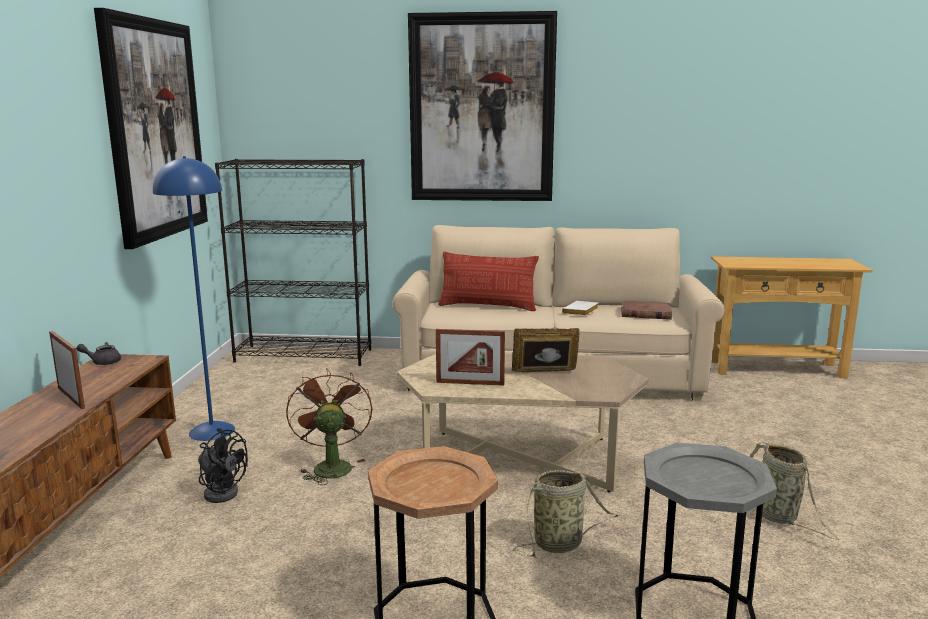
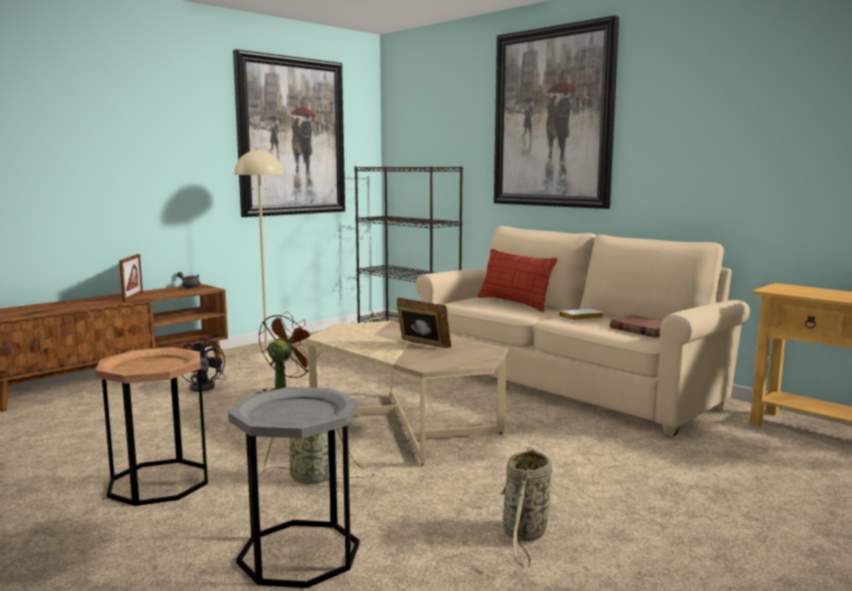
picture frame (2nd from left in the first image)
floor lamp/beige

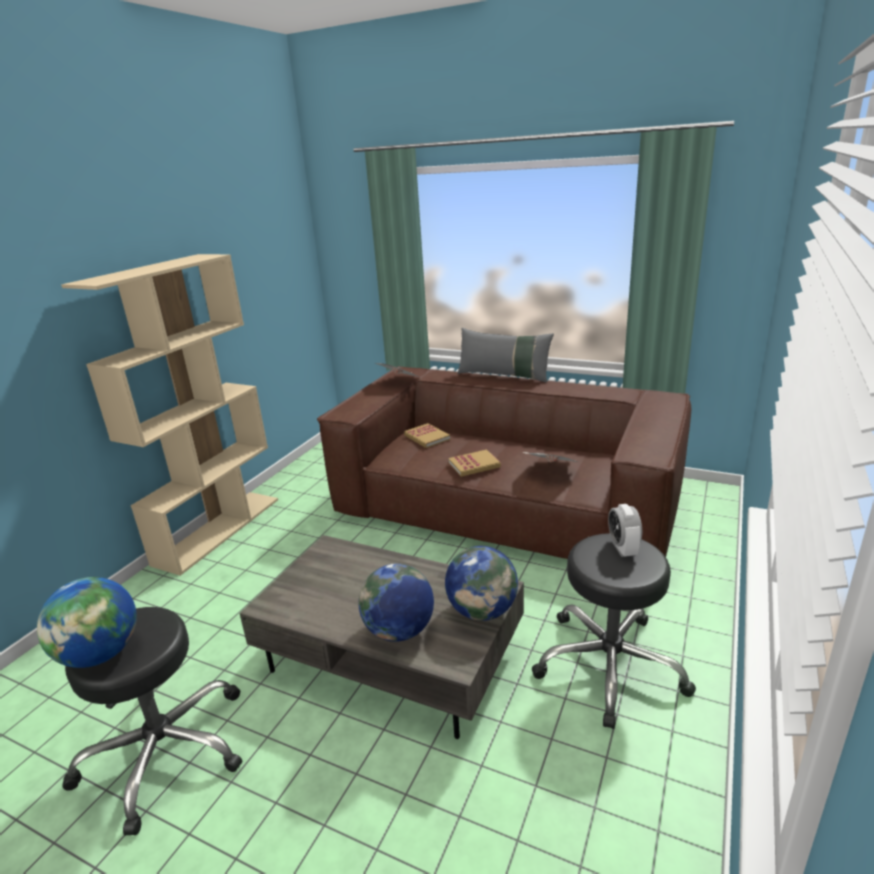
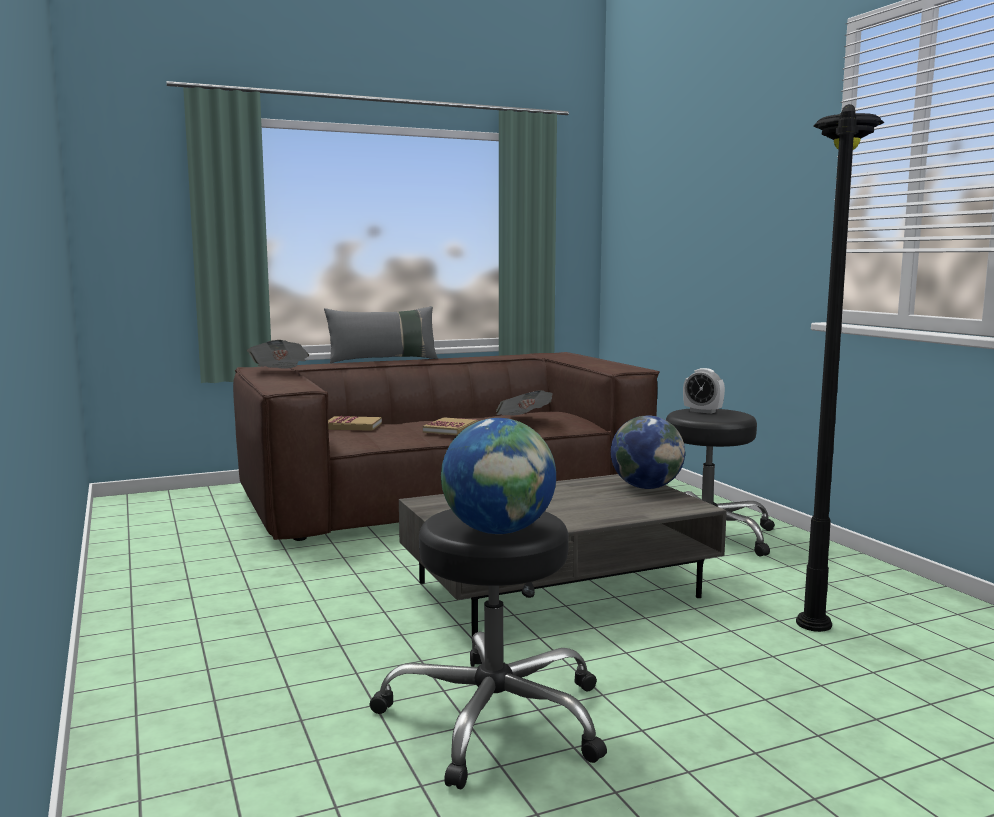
bookcase/beige
globe (2nd from left in the first image)
floor lamp/black

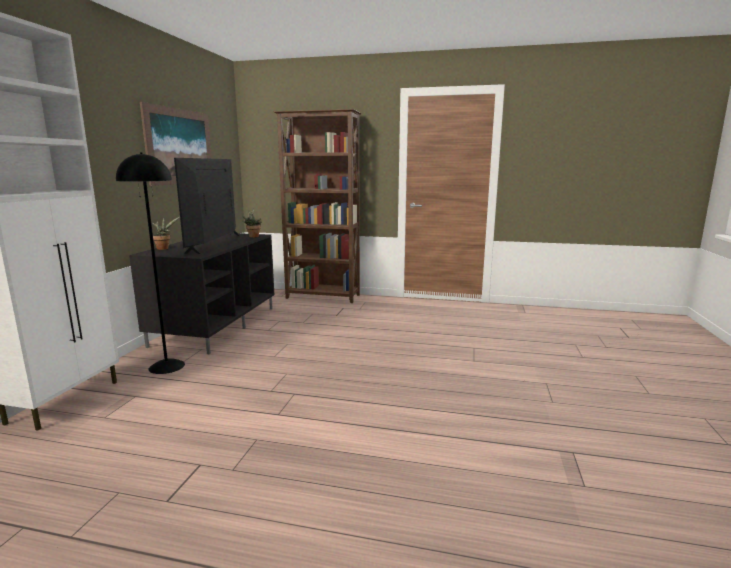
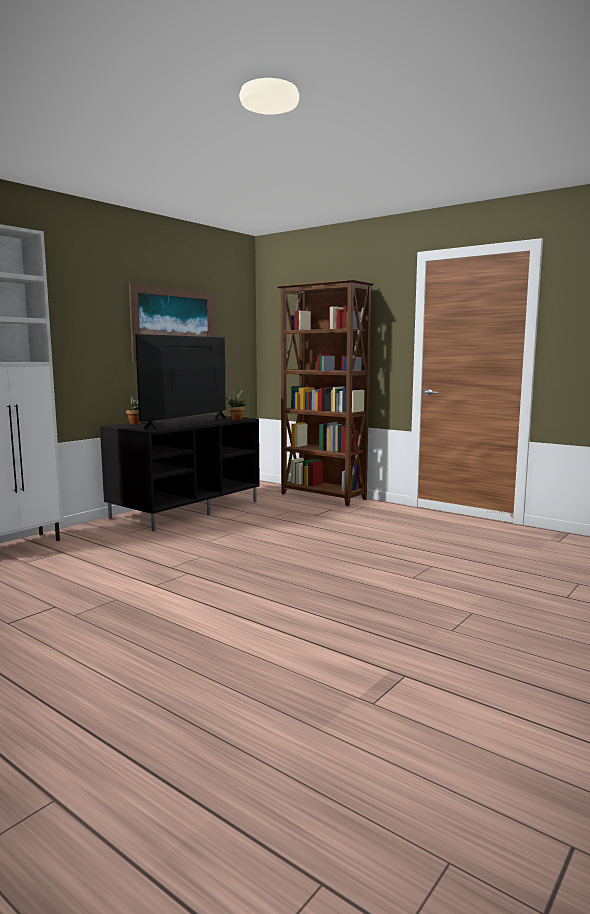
floor lamp/black

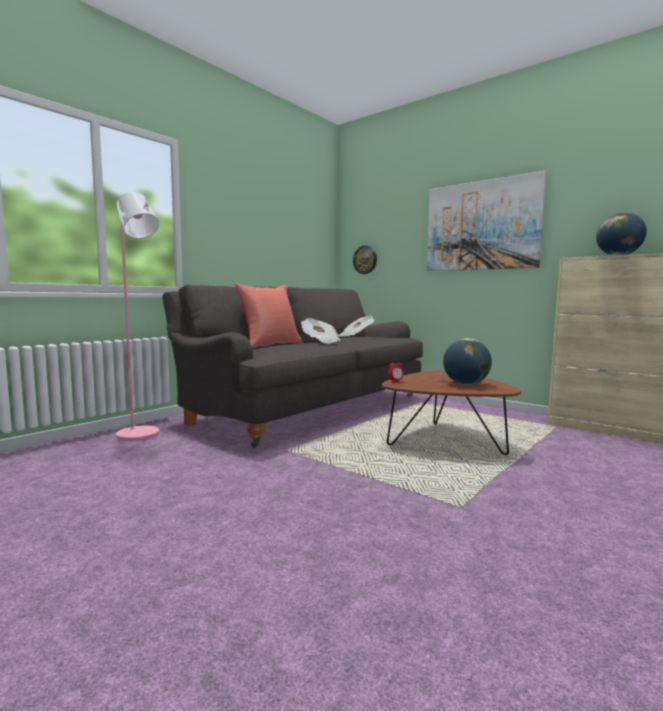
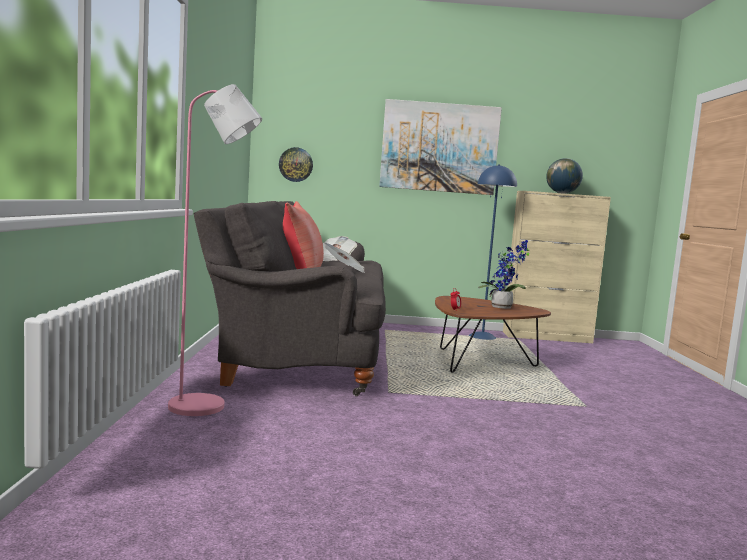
floor lamp/blue
potted plant

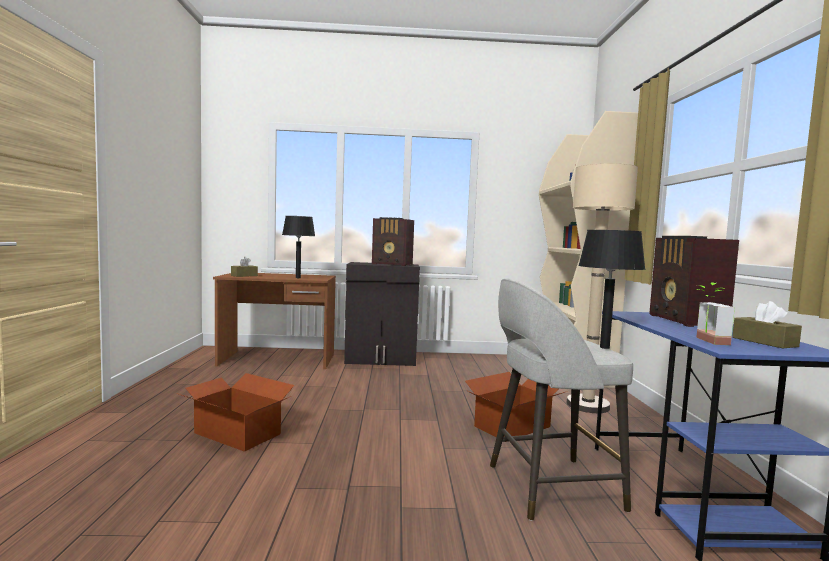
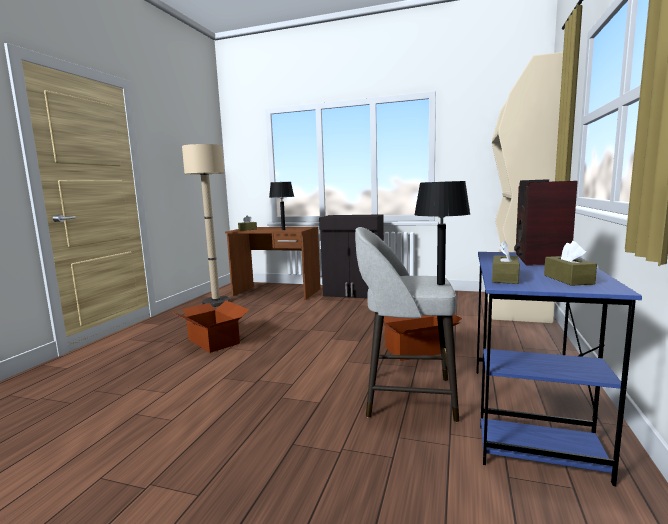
radio (1st from left in the first image)
floor lamp/beige
tissue box/brown (2nd from left)

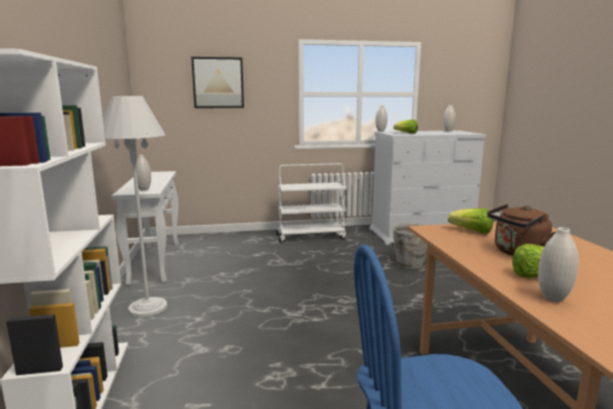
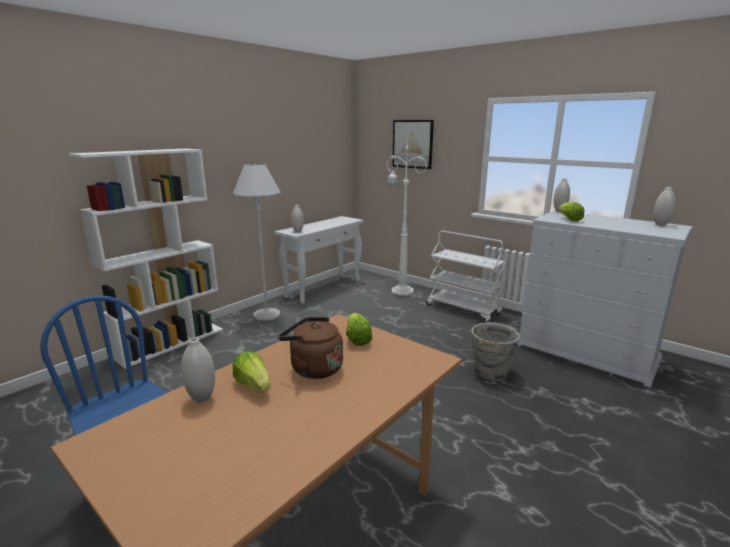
floor lamp/white (2nd from left)

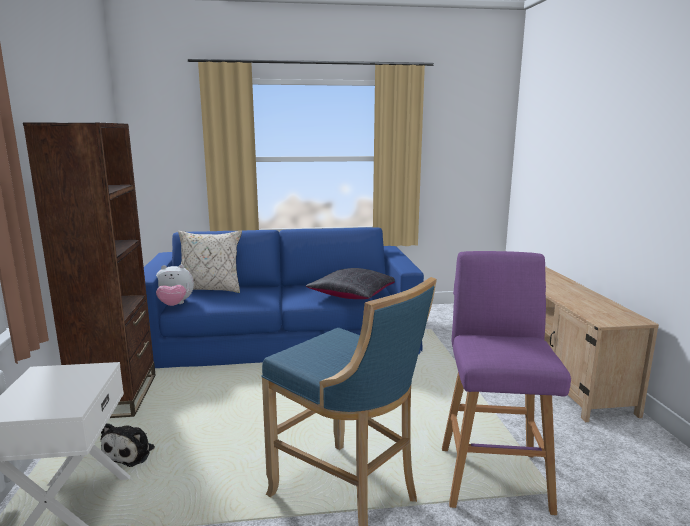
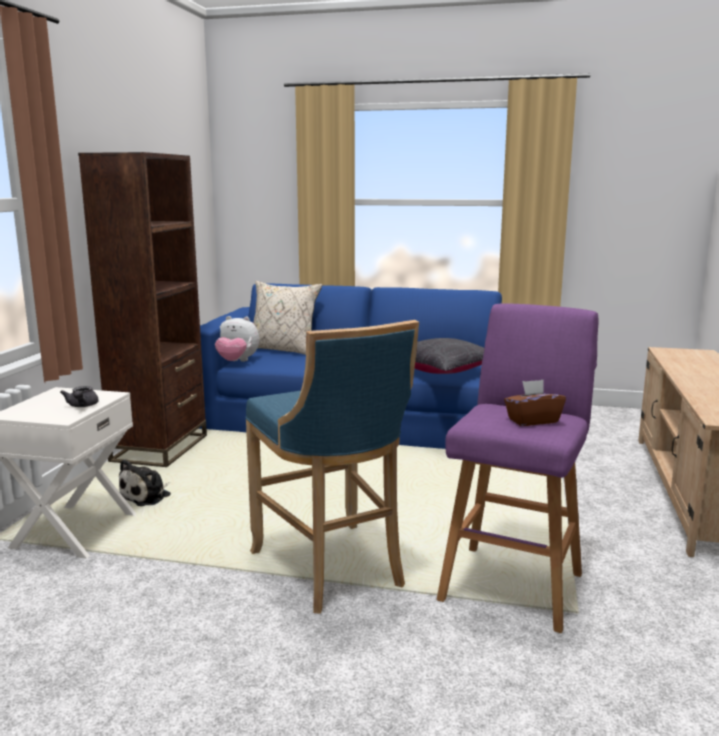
teapot/grey
tissue box/brown

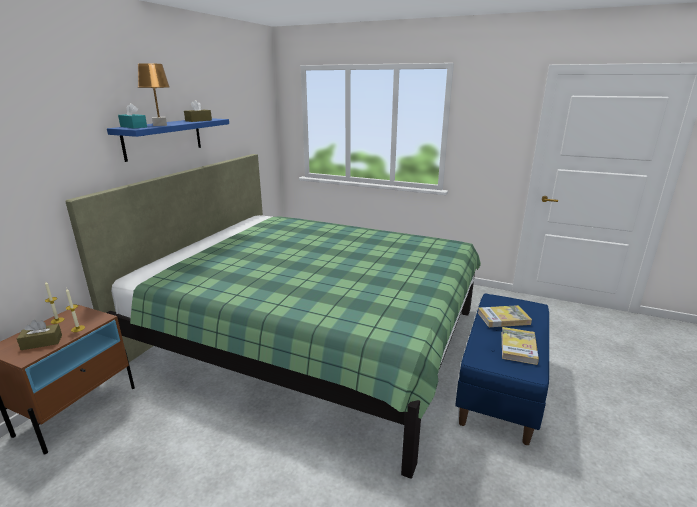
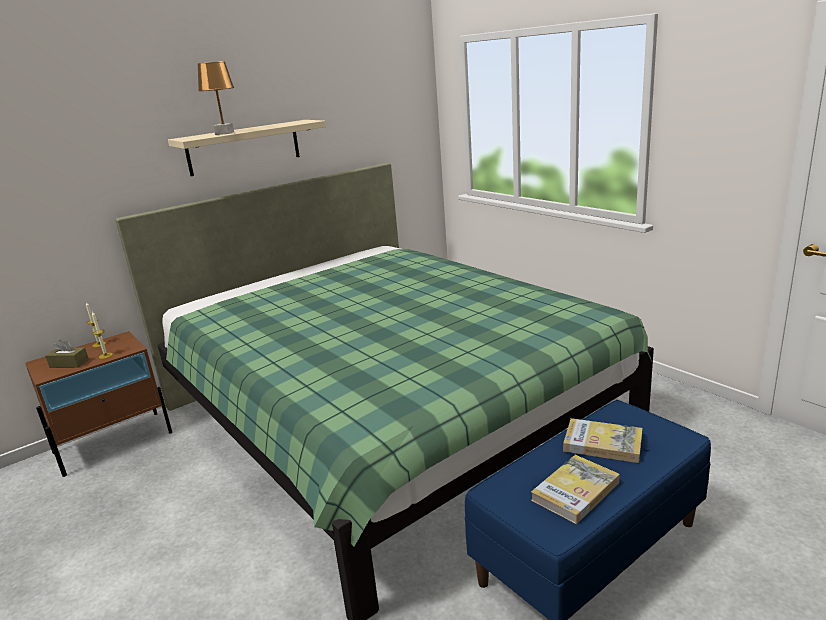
tissue box/turquoise
tissue box/brown (2nd from left in the first image)
shelf/beige

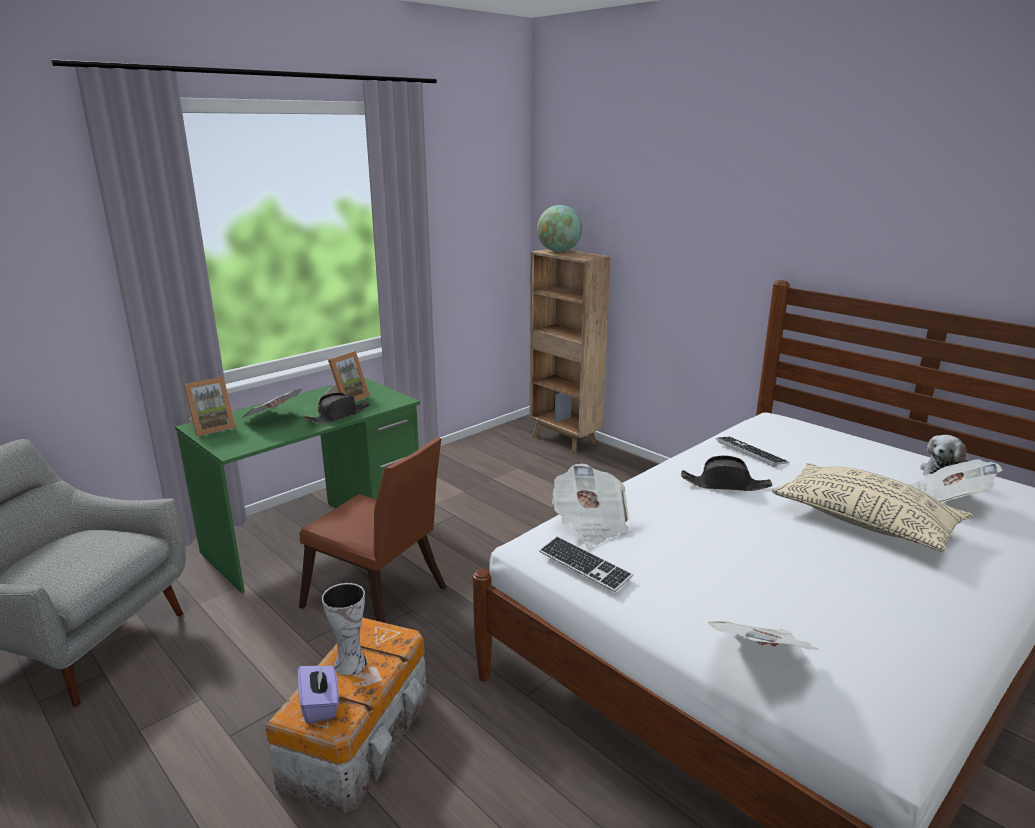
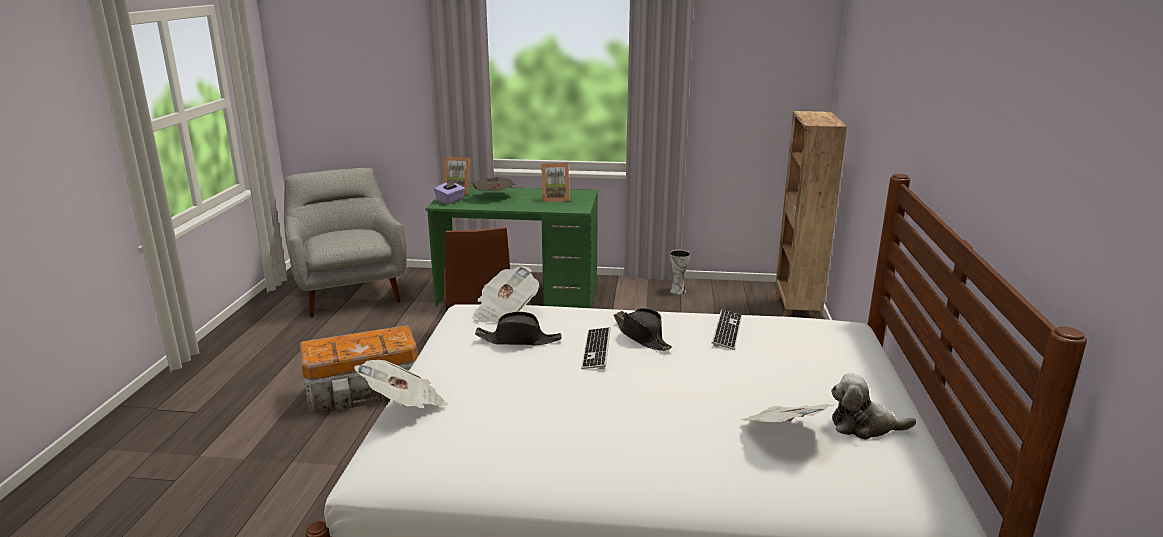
globe
pillow/beige
tissue box/purple
hat/black (1st from left)
vase
keyboard (1st from left)

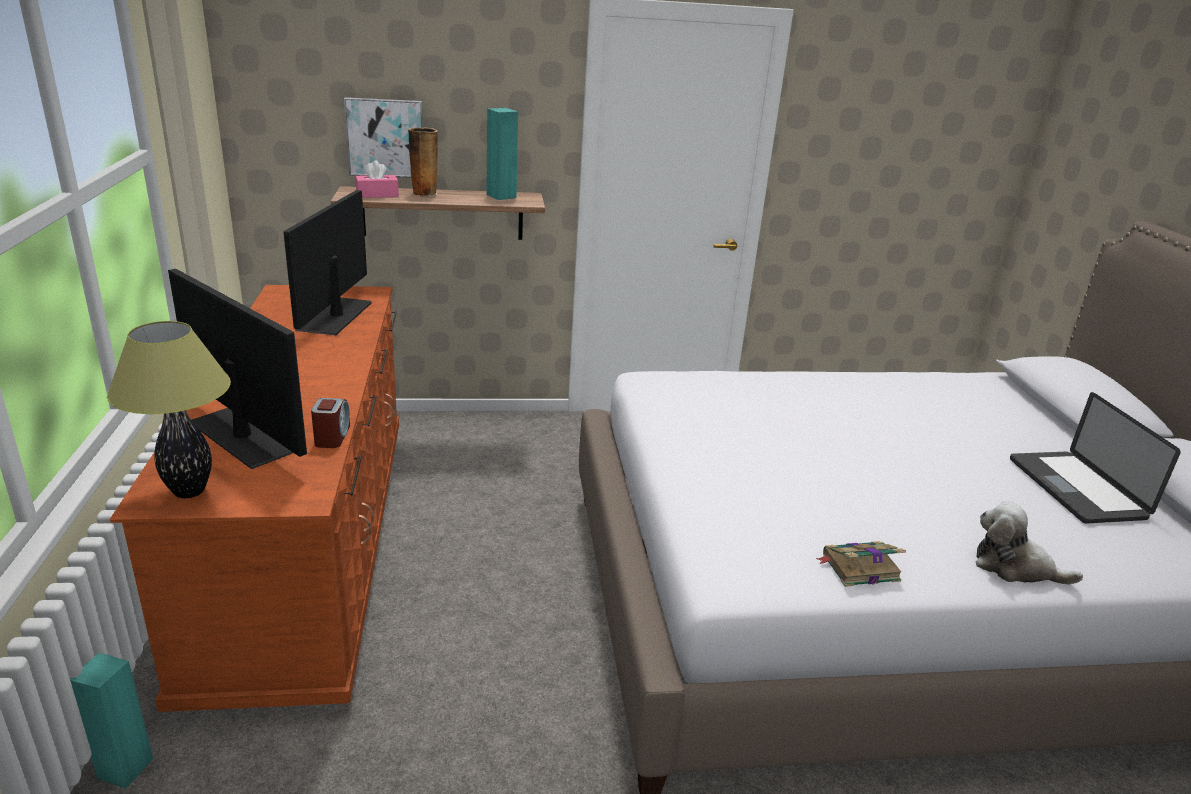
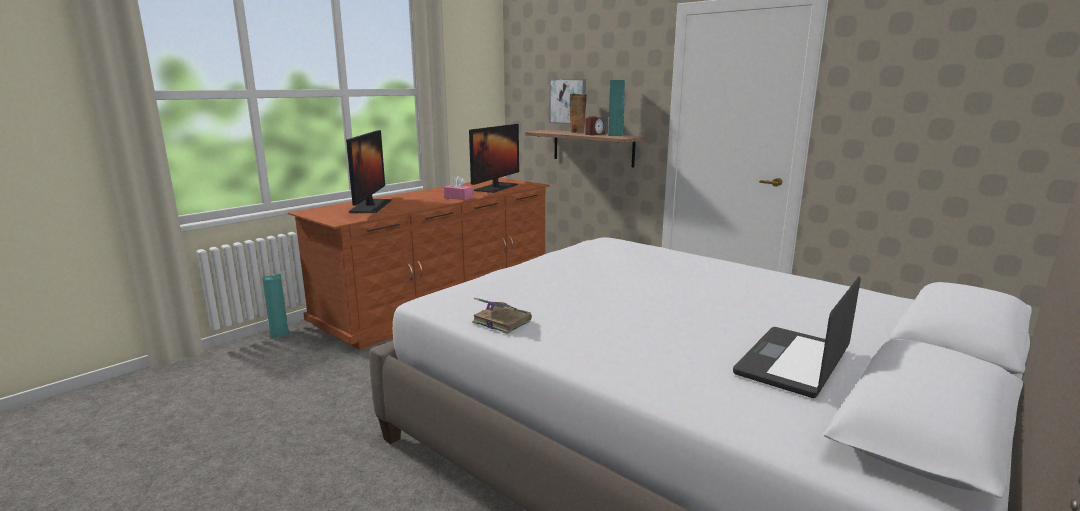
table lamp
plush toy
alarm clock
tissue box/pink
monitor (2nd from left)

